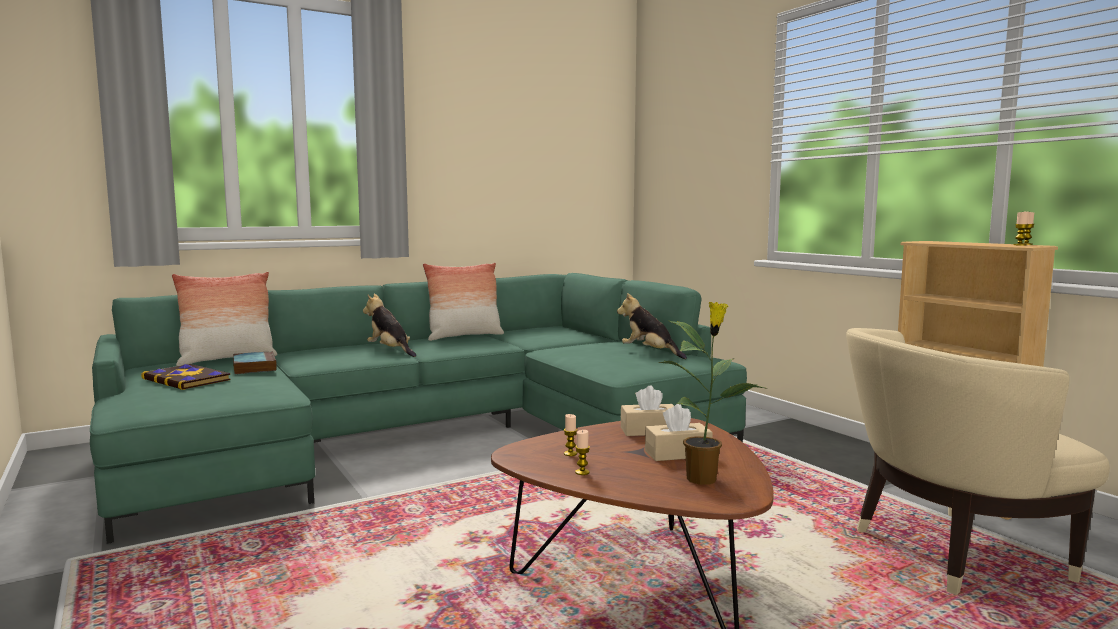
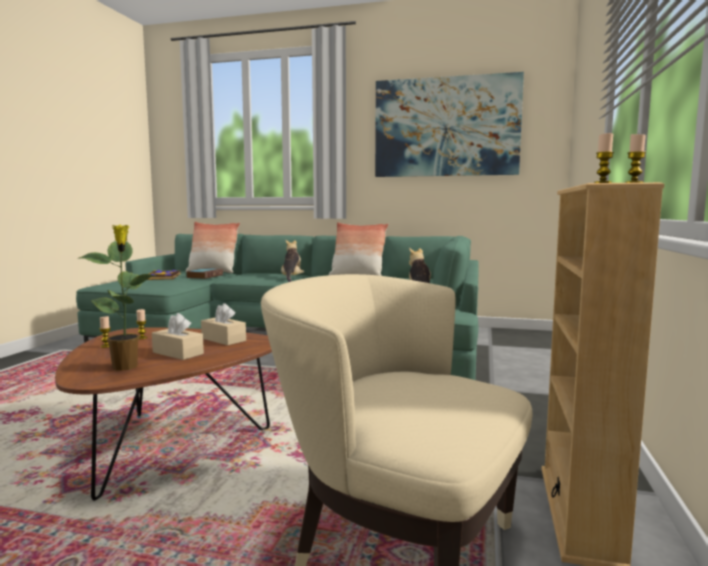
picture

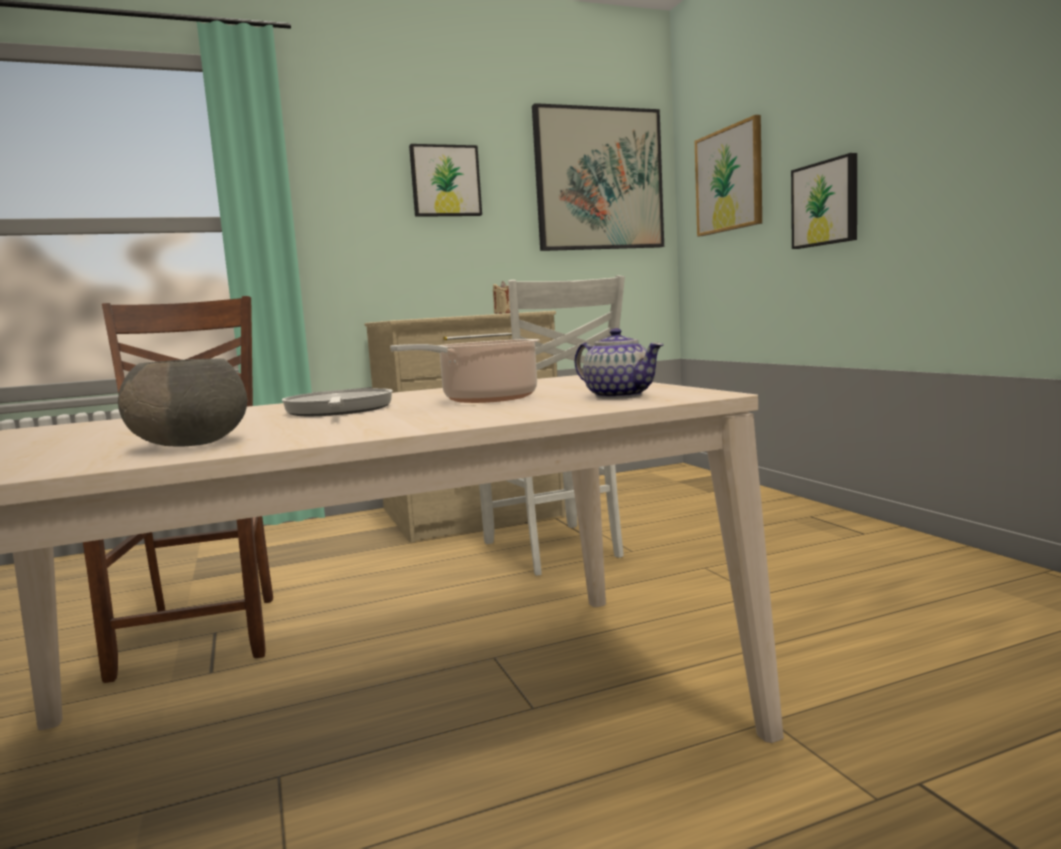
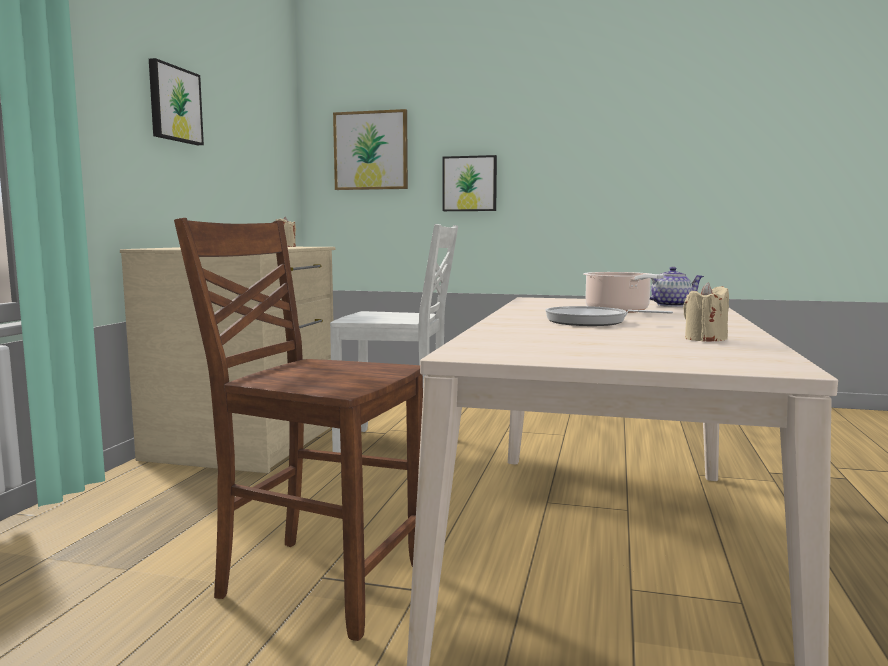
picture (2nd from left in the first image)
candle/beige (2nd from left)

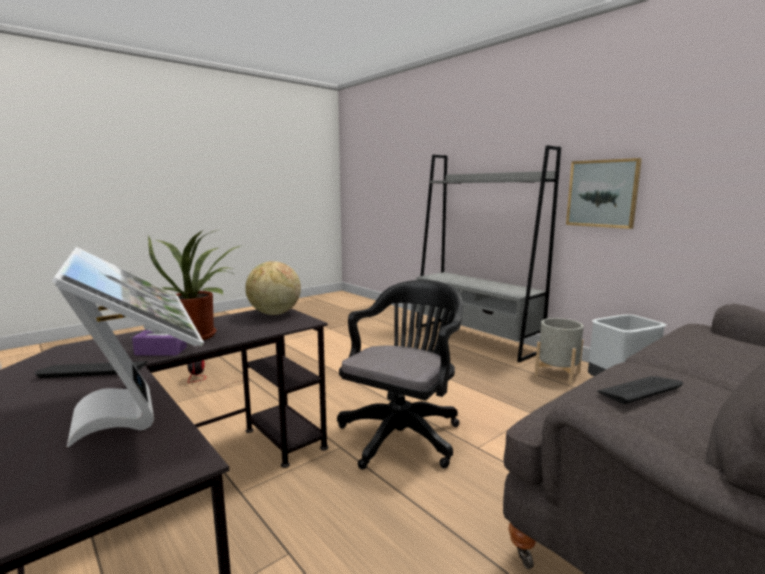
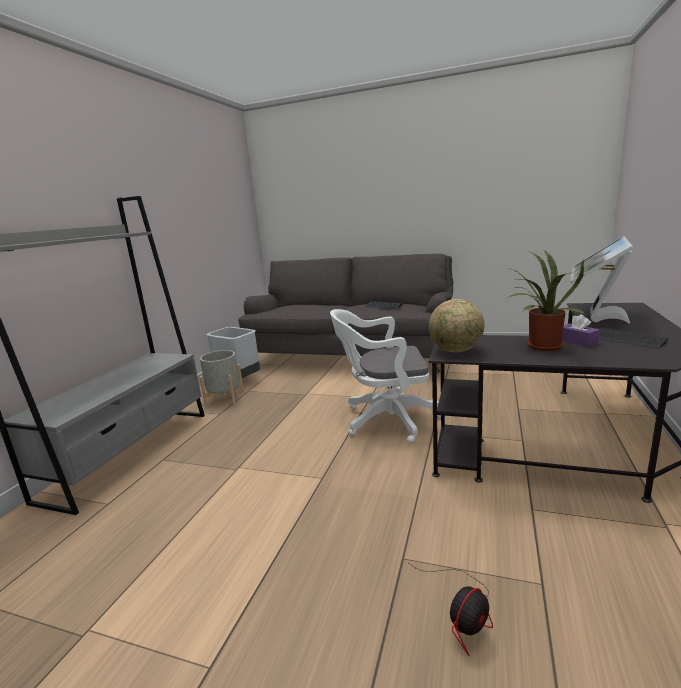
picture
office chair/white

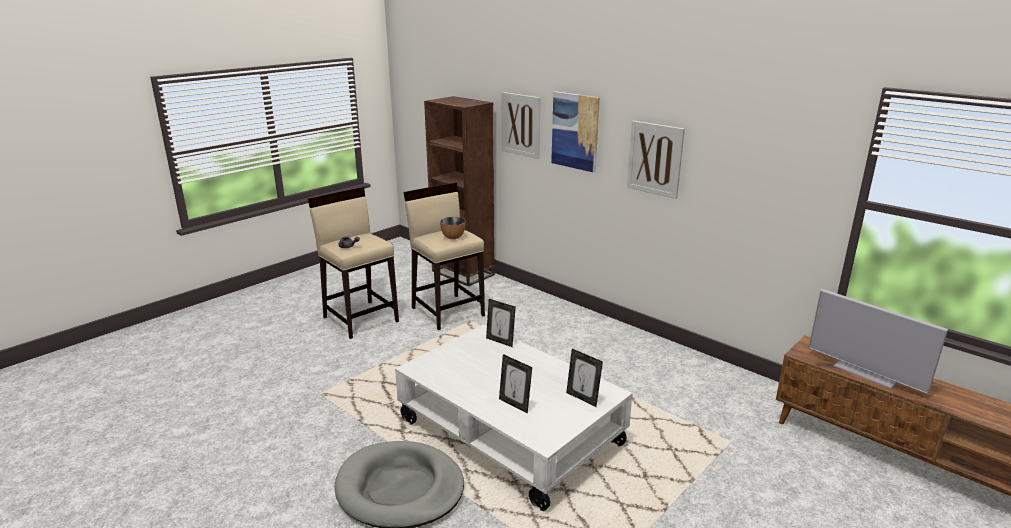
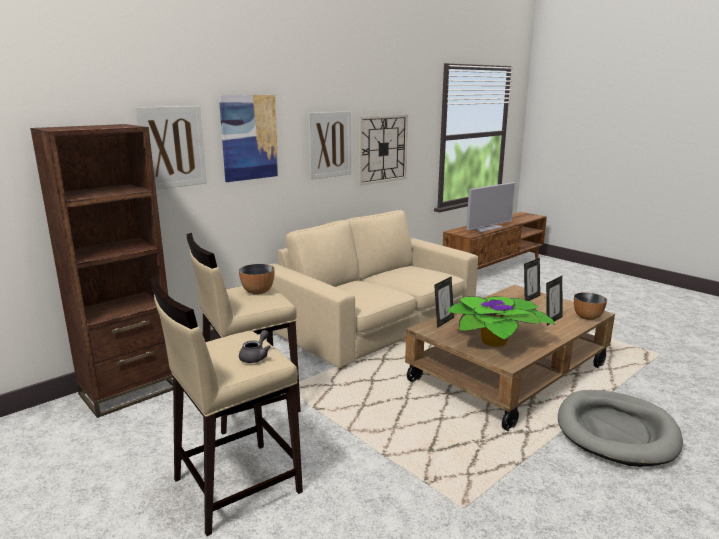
sofa/beige
wall clock
potted plant
bowl (2nd from left)
coffee table/brown

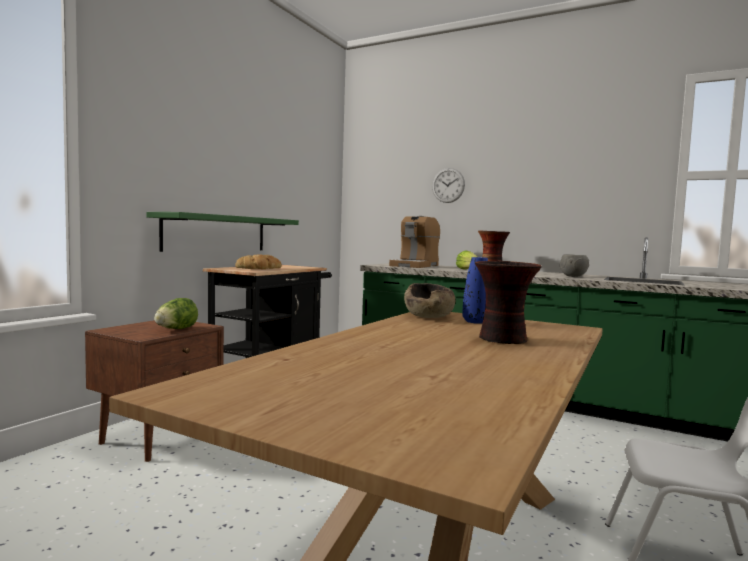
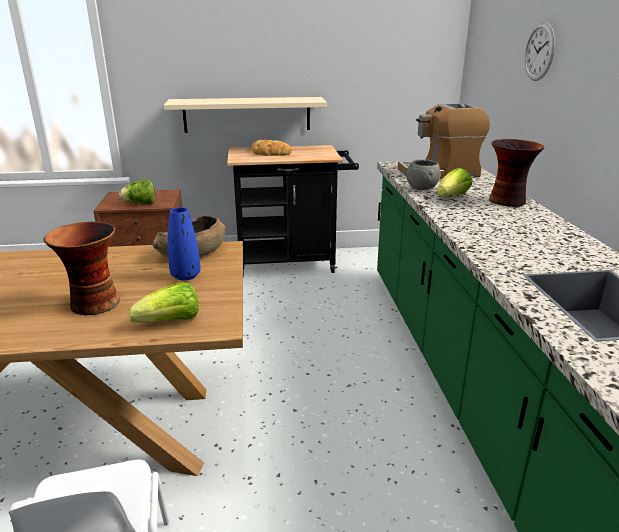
lettuce (2nd from left)
bowl/grey
shelf/beige

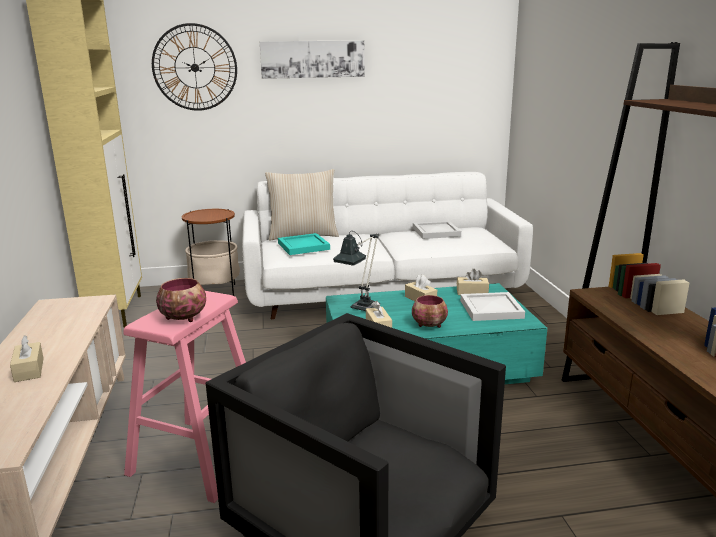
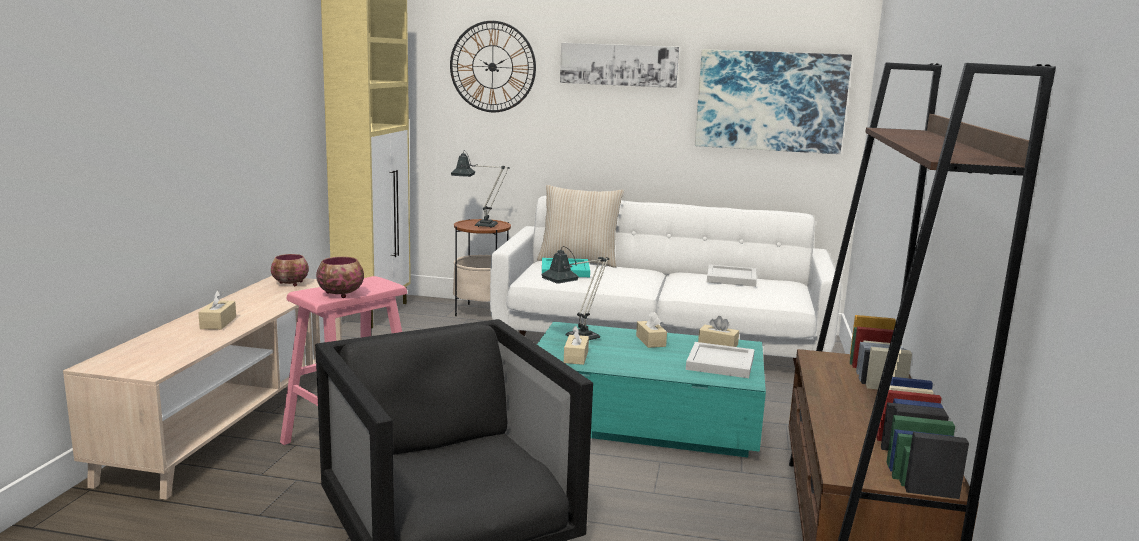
table lamp (1st from left)
picture (2nd from left)
bowl (1st from left)

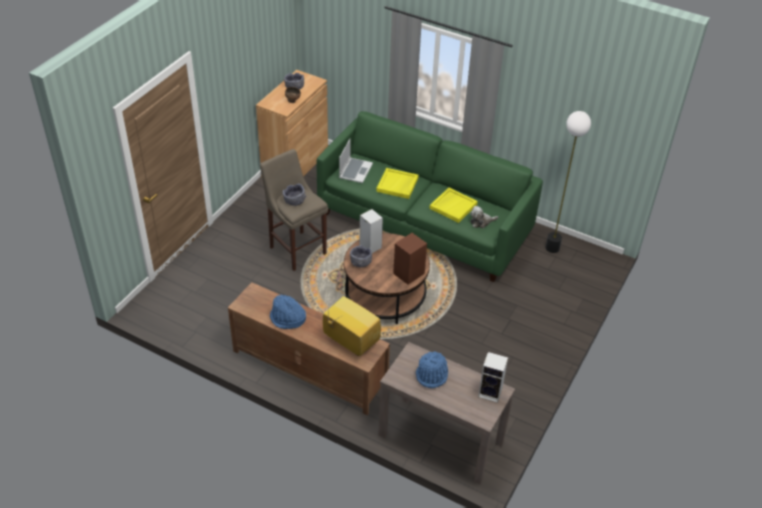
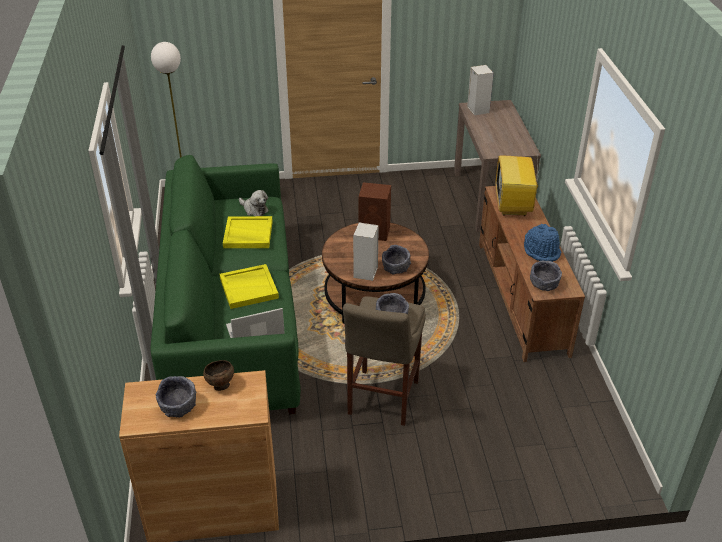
hat/blue (2nd from left in the first image)
bowl/grey (4th from left)

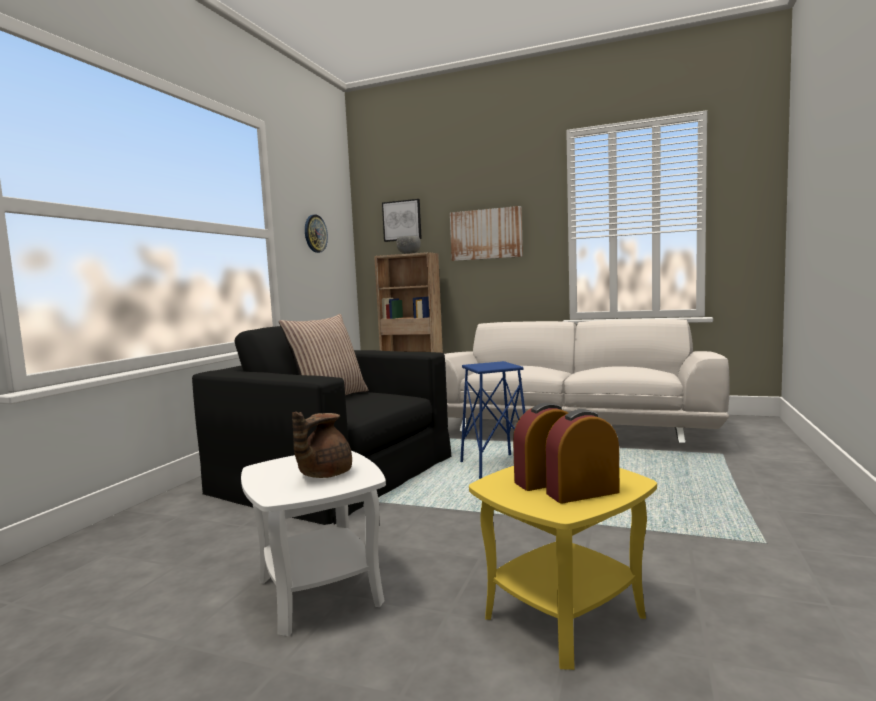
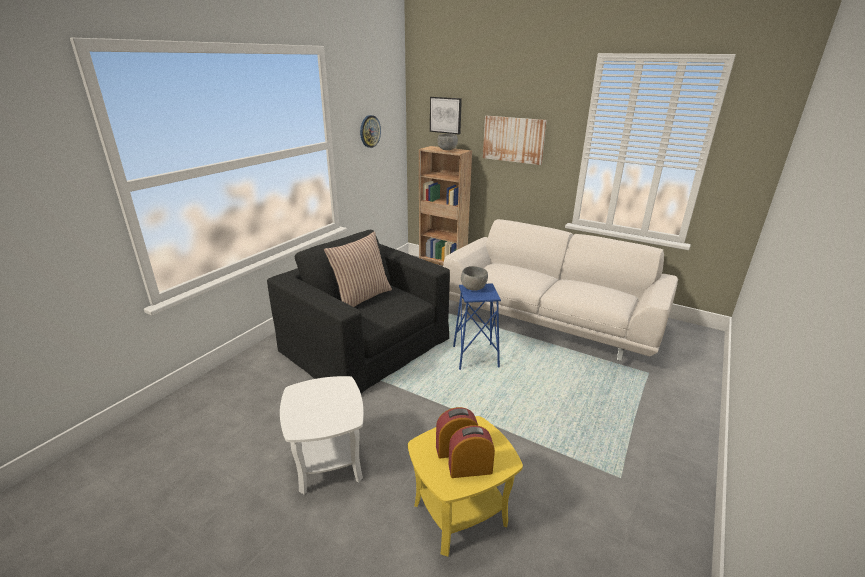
teapot/brown
bowl/grey (2nd from left)

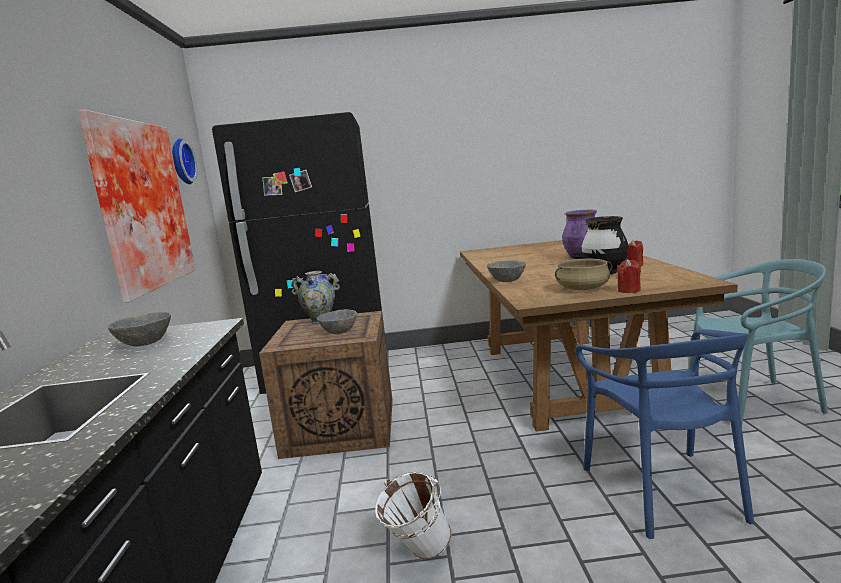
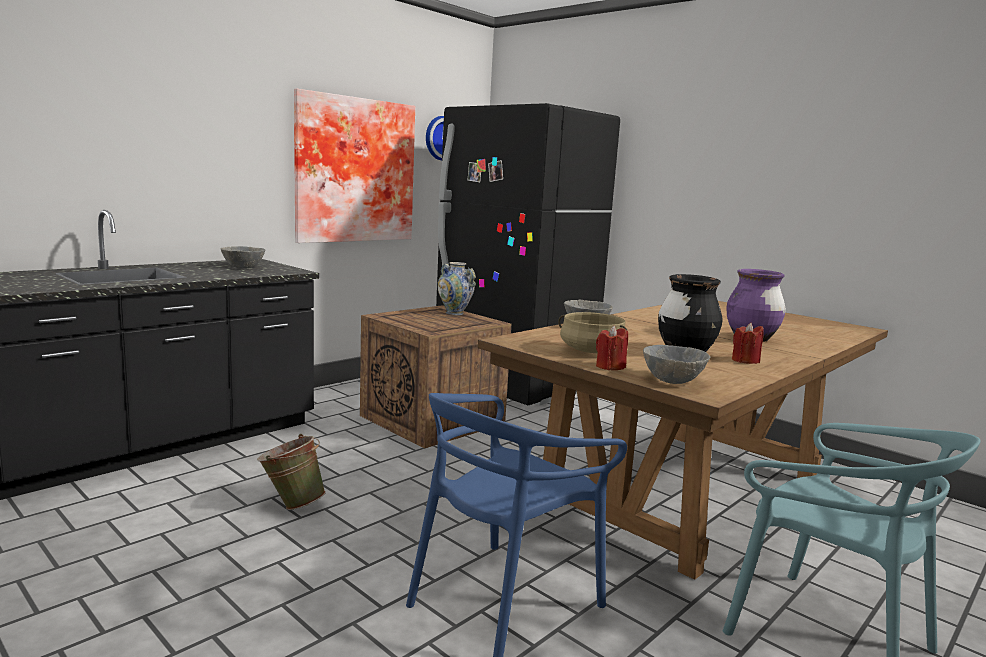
bowl/grey (3rd from left)
bucket/green

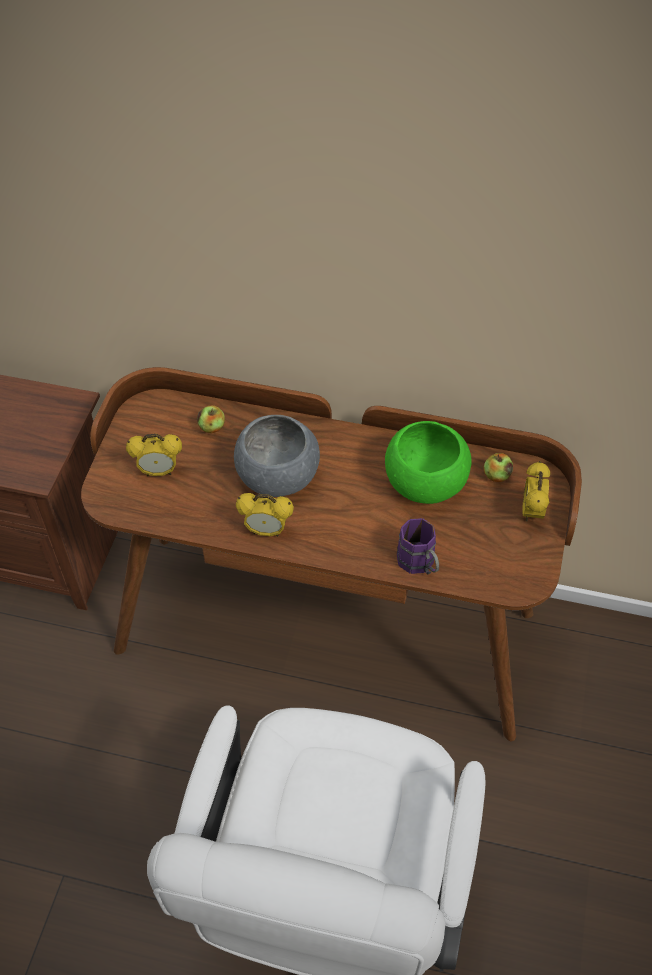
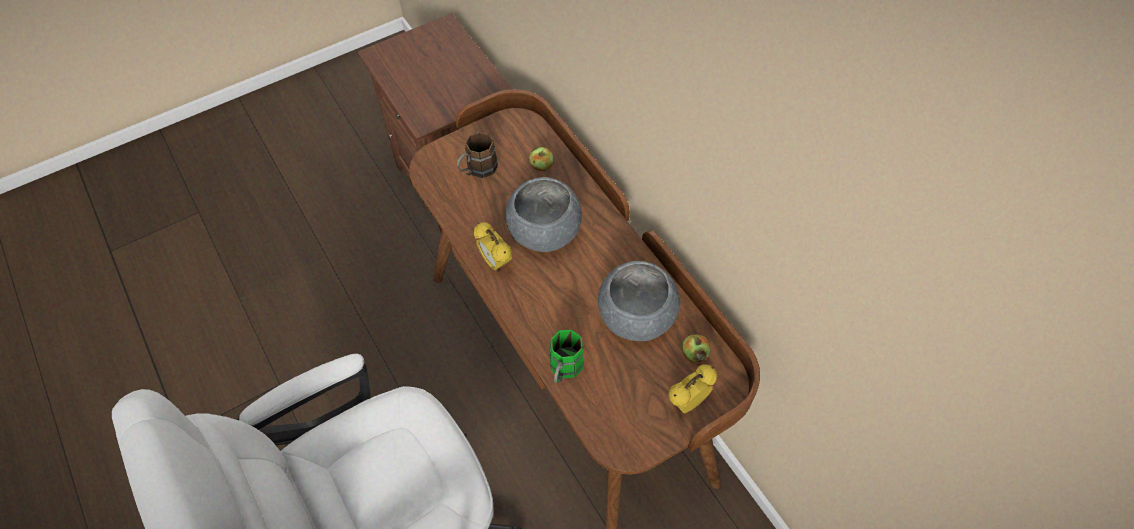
mug/brown
bowl/grey (2nd from left)
mug/green

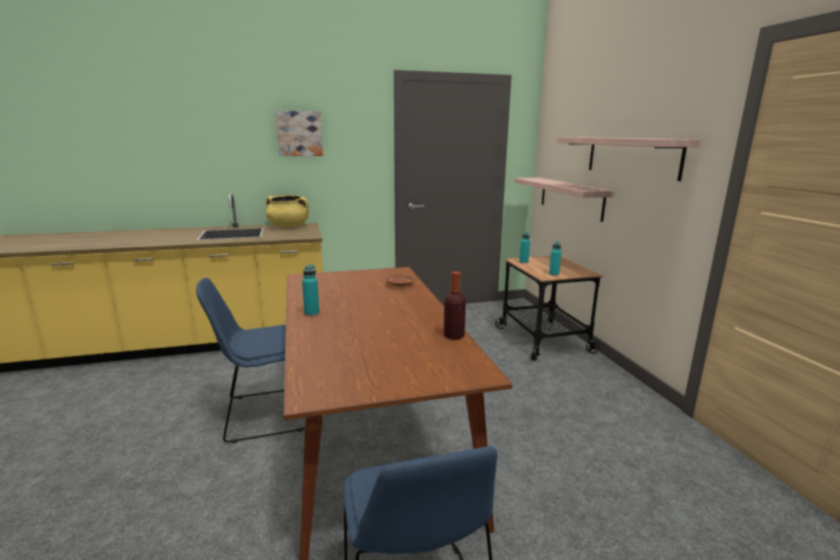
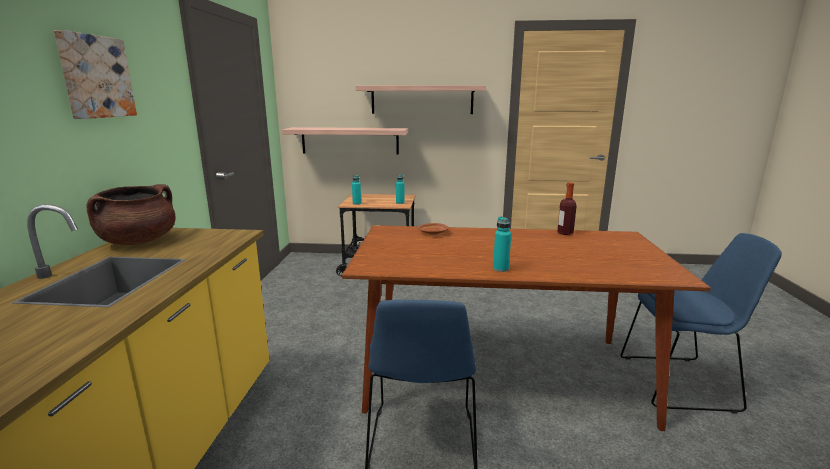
cooking pot/brown

